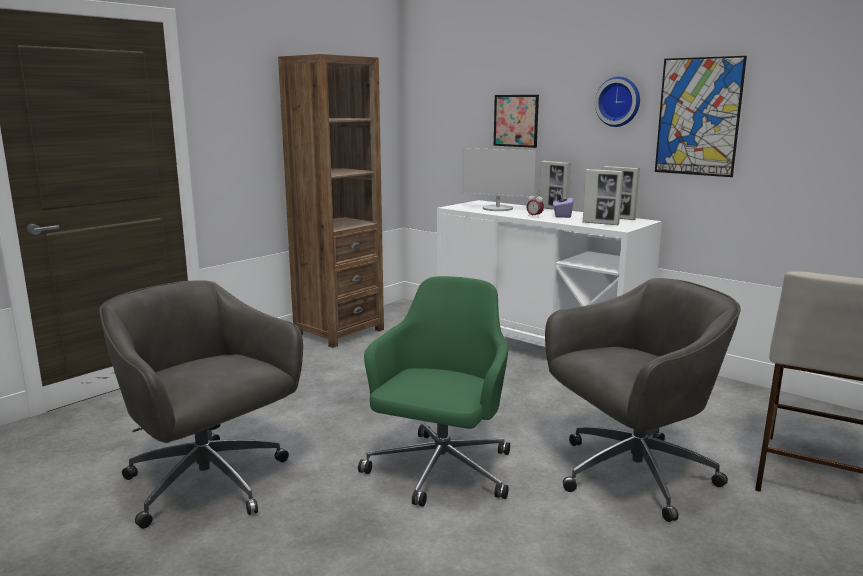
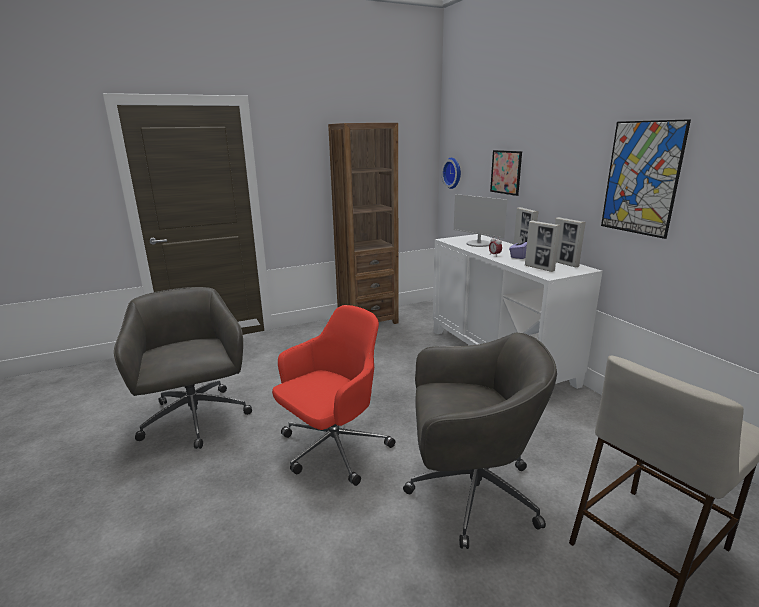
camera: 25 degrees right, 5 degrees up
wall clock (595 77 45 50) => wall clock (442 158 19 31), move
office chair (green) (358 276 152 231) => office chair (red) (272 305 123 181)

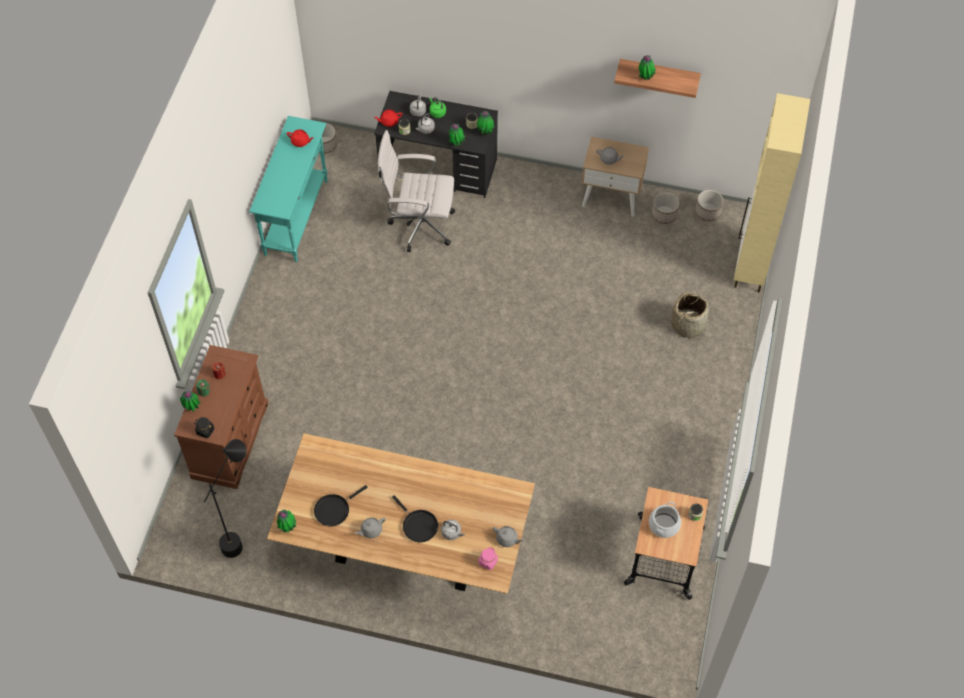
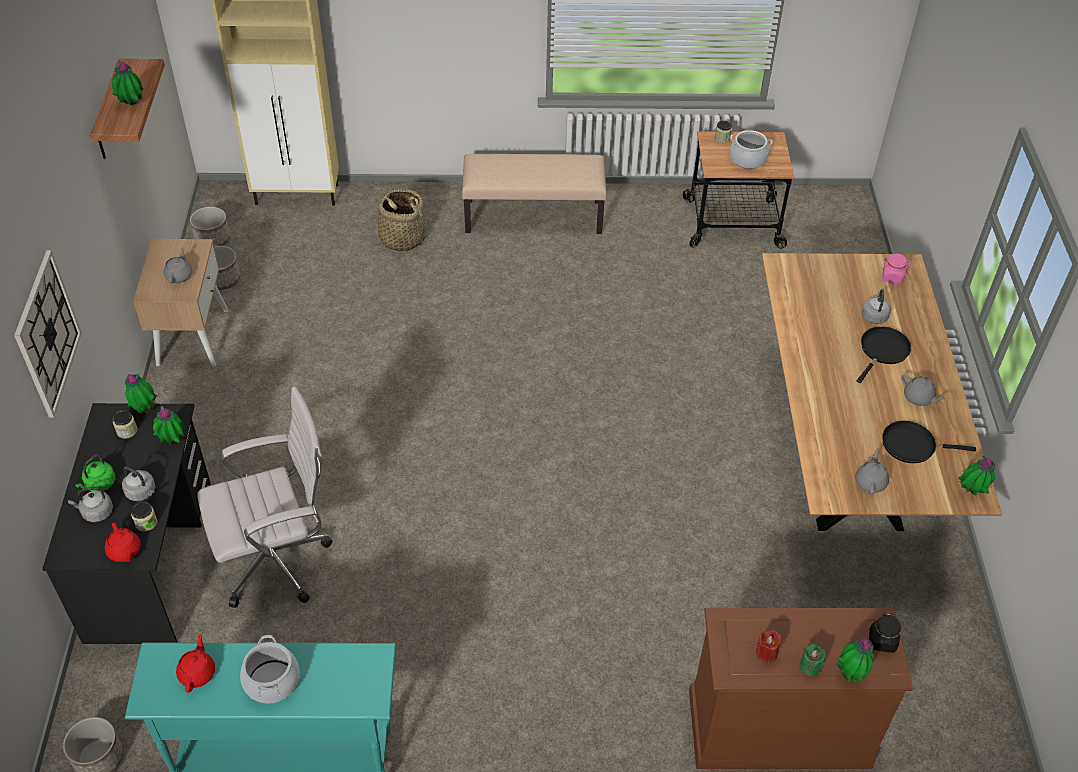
camera: 105 degrees left, 10 degrees down
office chair (white) (378 130 77 122) => office chair (white) (197 387 135 221), 105 degrees counterclockwise
floor lamp (black) (204 439 42 119) => nothing
frying pan (black) (314 485 54 42) => frying pan (black) (882 421 94 42), 150 degrees clockwise
teapot (grey) (493 526 31 21) => teapot (grey) (855 449 34 46), move
nothing => bench (beige) (462 154 145 80)
nothing => wall clock (14 250 68 168)
nothing => cooking pot (240 635 60 68)

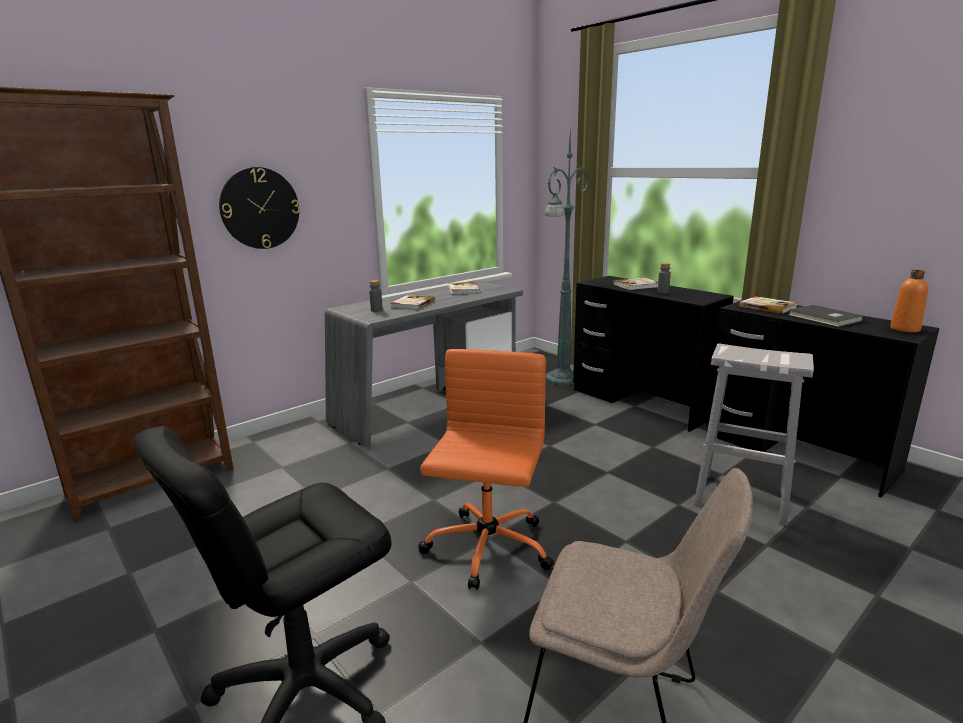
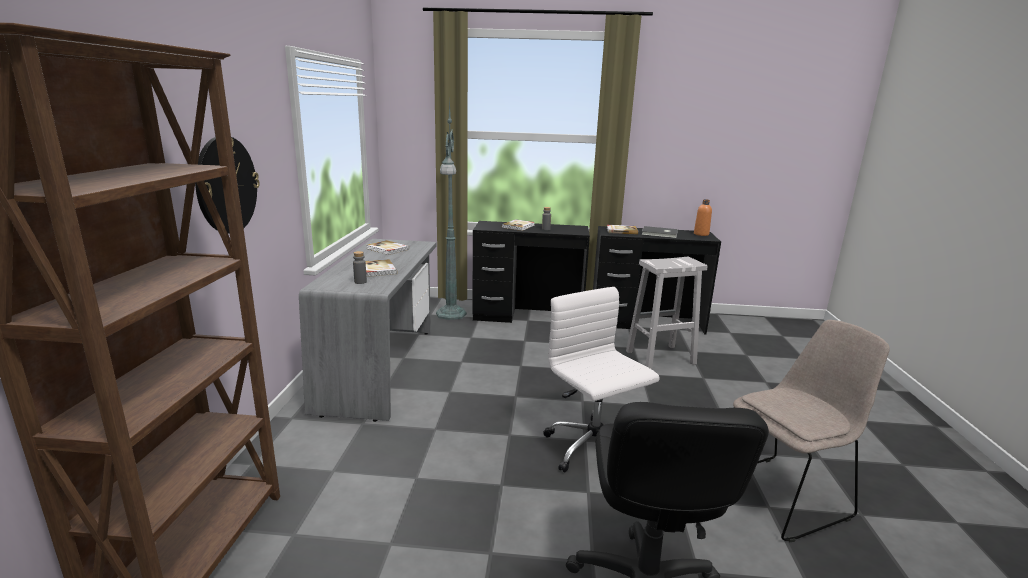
camera: 45 degrees left, 0 degrees up
office chair (orange) (418 349 136 241) => office chair (white) (544 287 116 185)

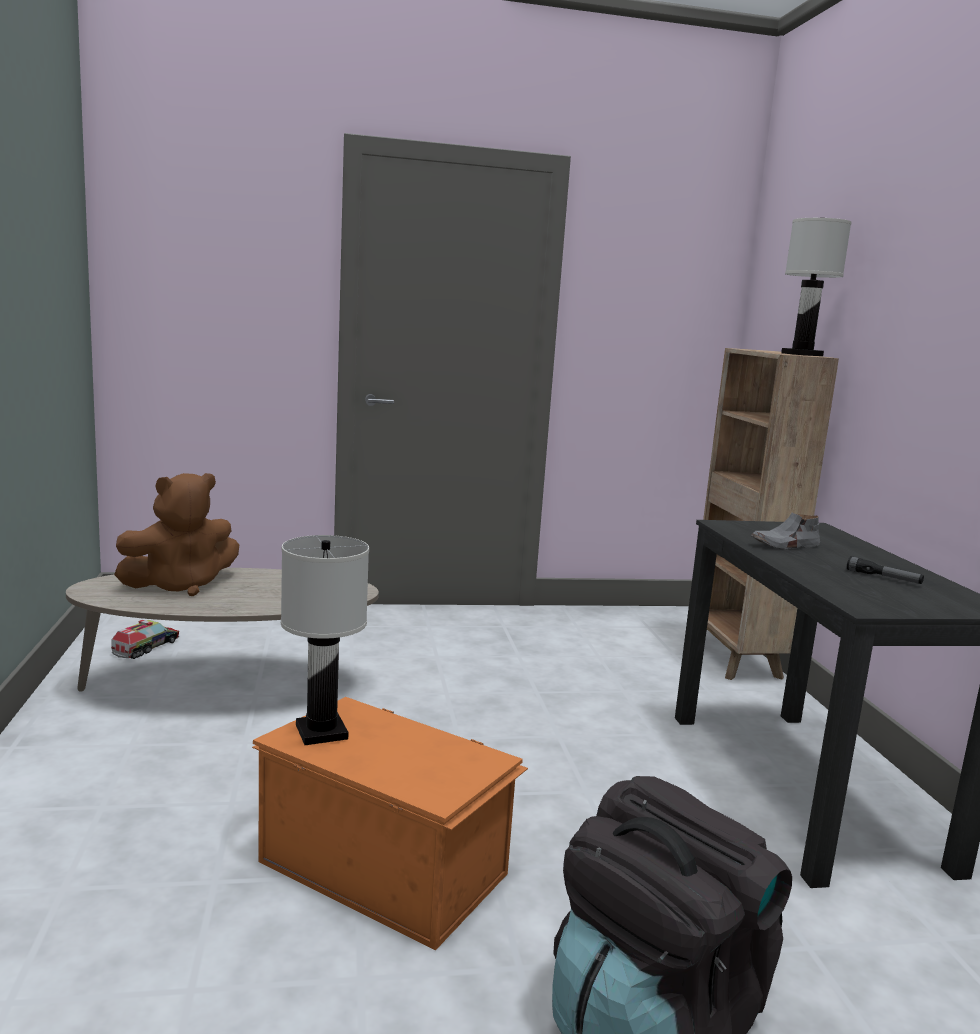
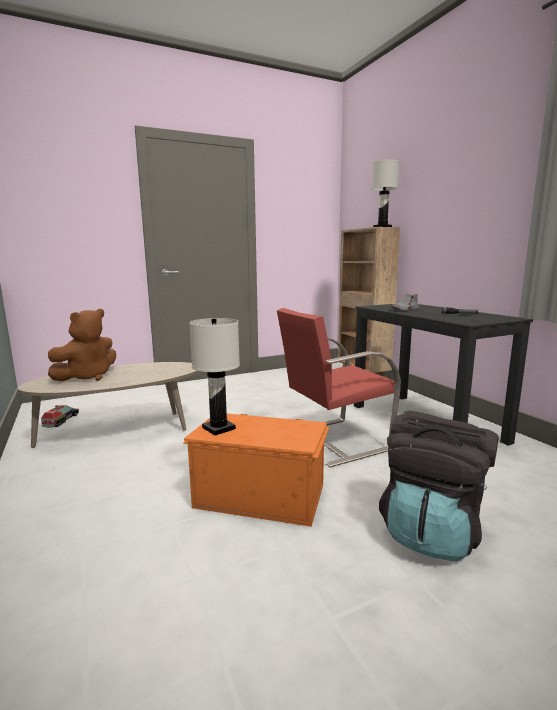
camera: 15 degrees left, 0 degrees up
nothing => chair (red) (277 308 124 159)

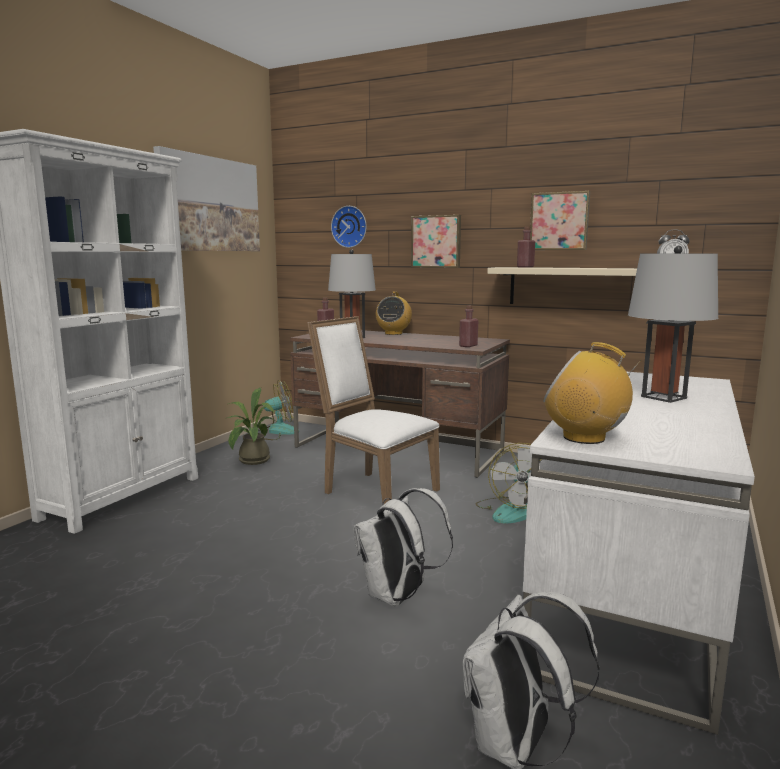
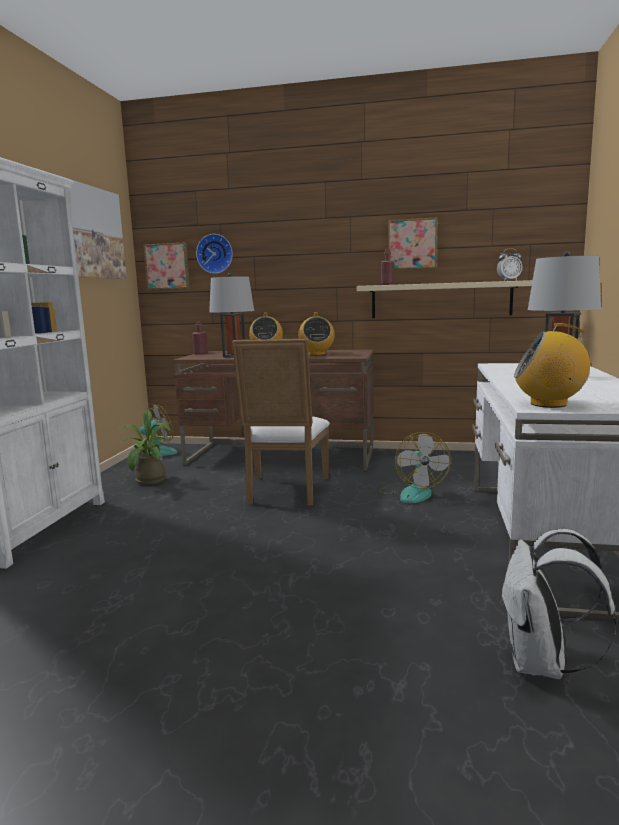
camera: 15 degrees left, 0 degrees up
picture (411 215 50 53) => picture (143 242 47 48), move
bottle (red) (459 306 19 41) => nothing
chair (white) (307 316 133 188) => chair (white) (232 339 98 167), 105 degrees counterclockwise
backpack (white) (353 488 100 118) => nothing
nothing => radio (298 312 37 43)

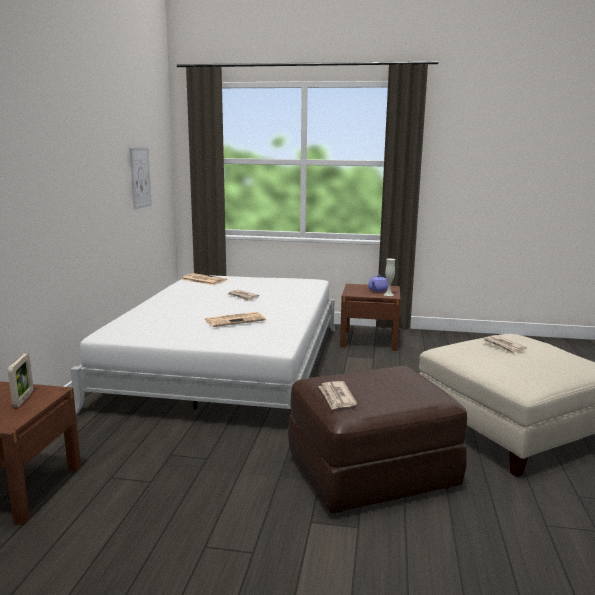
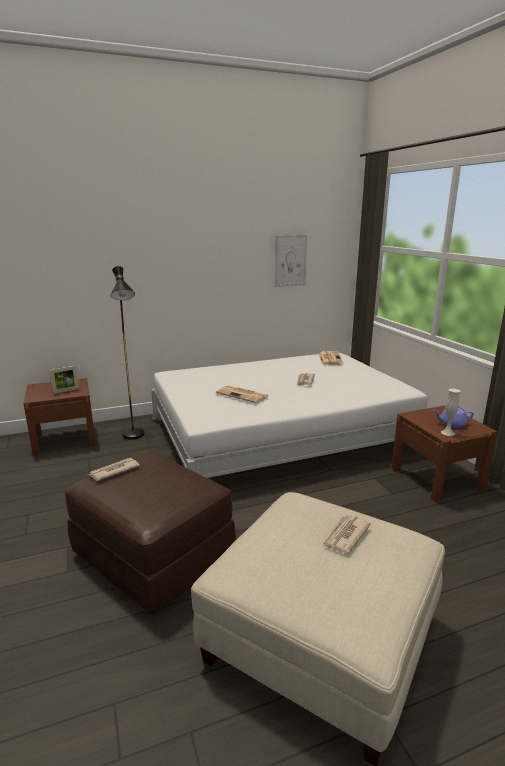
camera: 60 degrees right, 5 degrees up
nothing => floor lamp (black) (111 266 33 174)

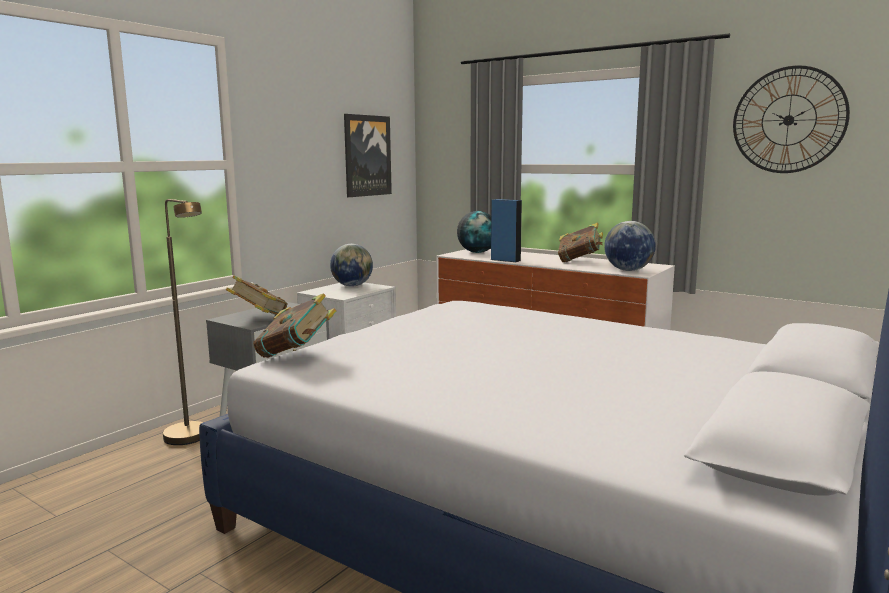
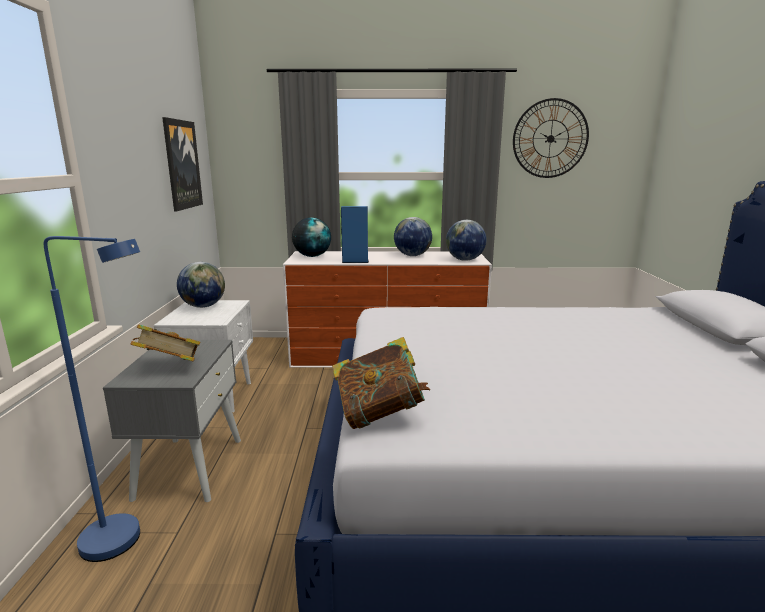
camera: 35 degrees left, 5 degrees up
floor lamp (brown) (163 199 40 246) => floor lamp (blue) (44 236 96 326)
book (558 223 45 39) => globe (394 217 38 39)

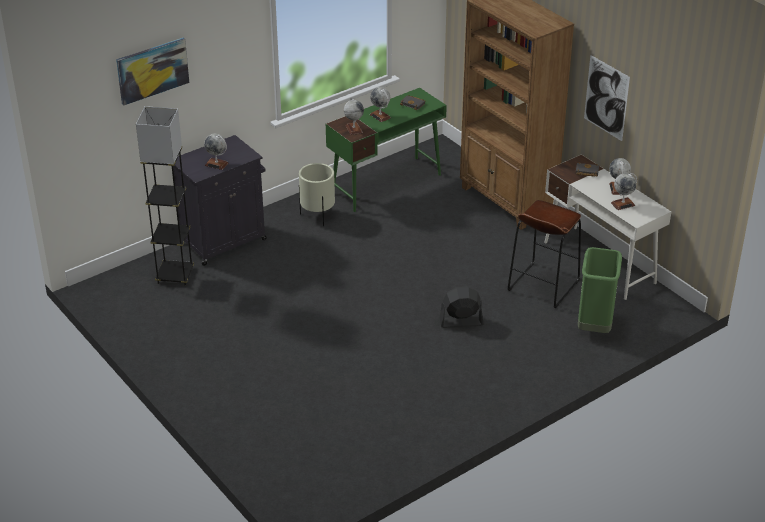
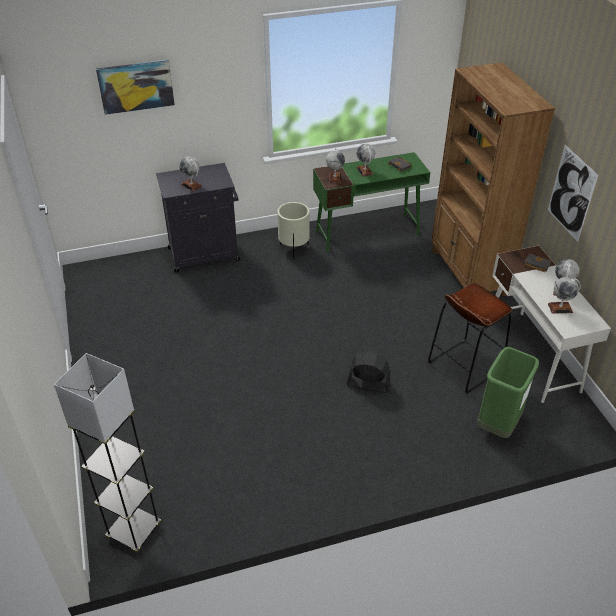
camera: 20 degrees right, 5 degrees up
floor lamp (grey) (136 106 58 180) => floor lamp (grey) (54 353 107 200), move

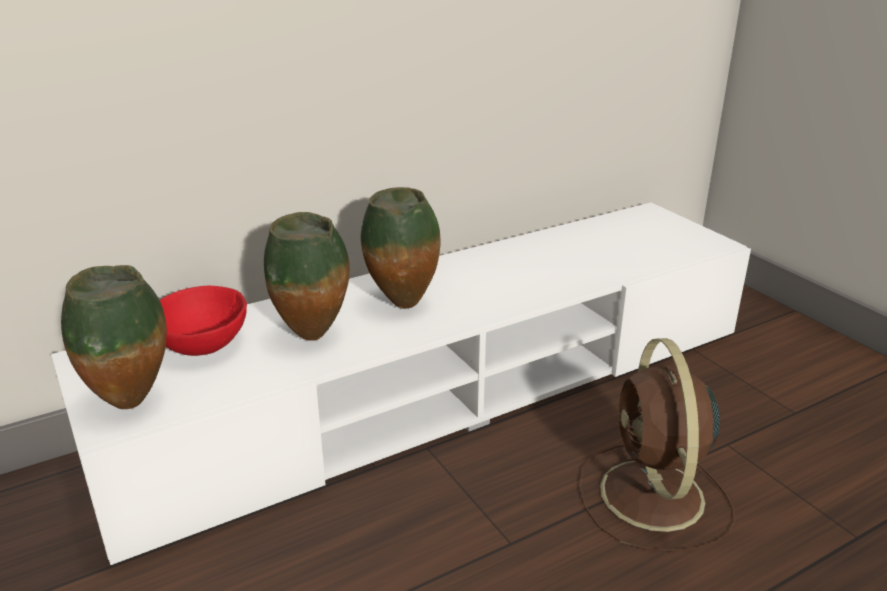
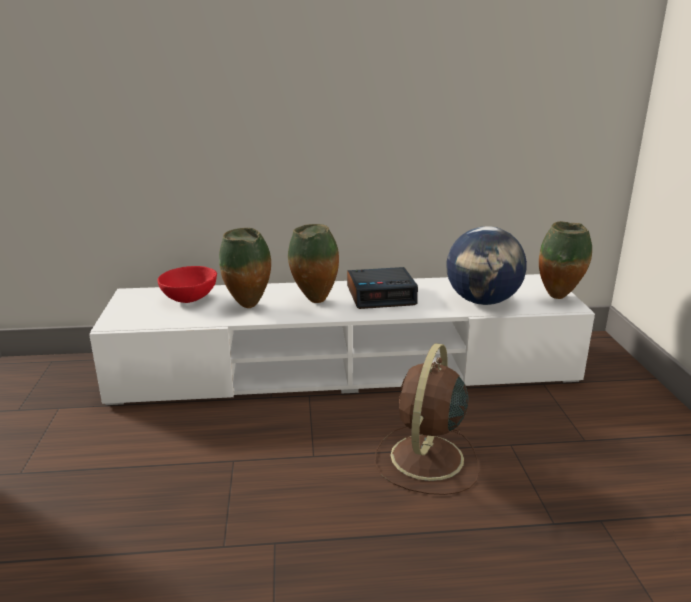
camera: 25 degrees right, 5 degrees down
vase (61 265 106 144) => vase (539 221 53 78), move
nothing => globe (446 226 81 79)
nothing => alarm clock (347 267 71 42)

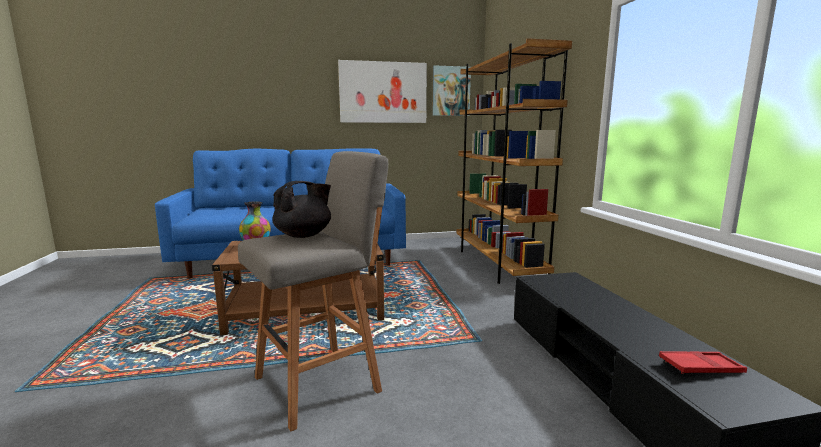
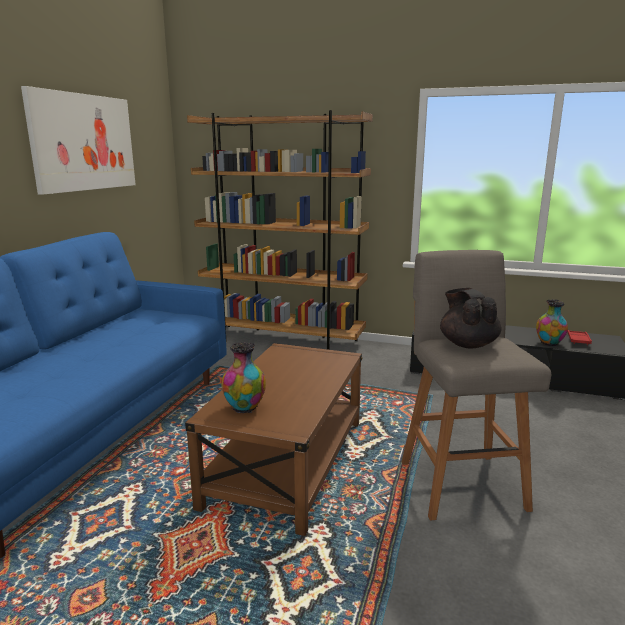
camera: 60 degrees left, 5 degrees up
picture (433 65 38 51) => nothing
nothing => vase (536 299 32 47)

